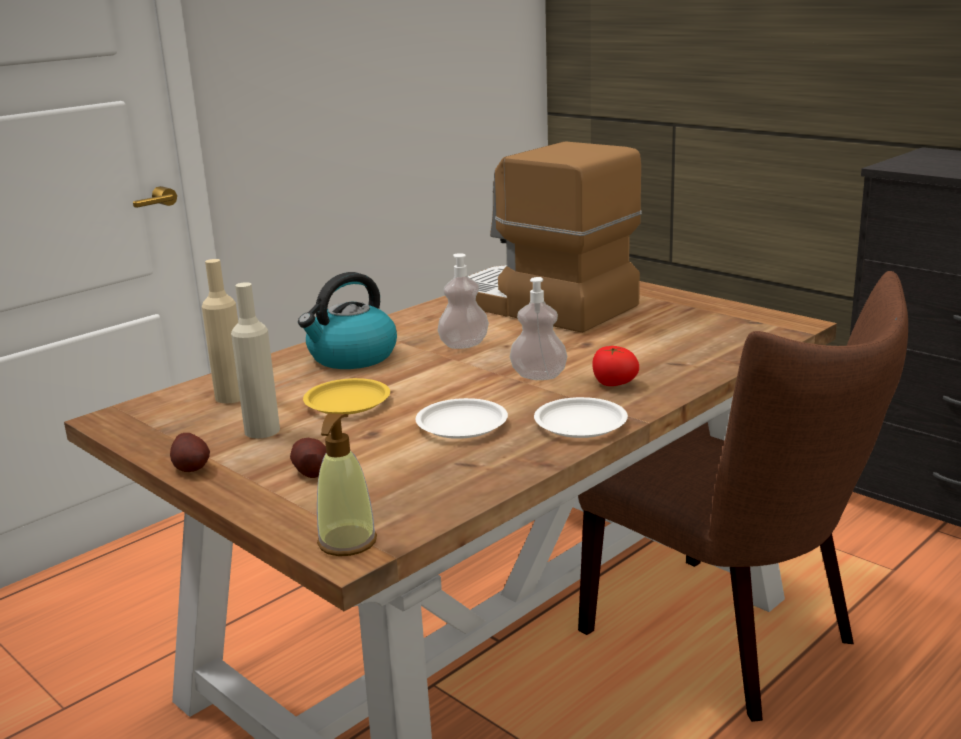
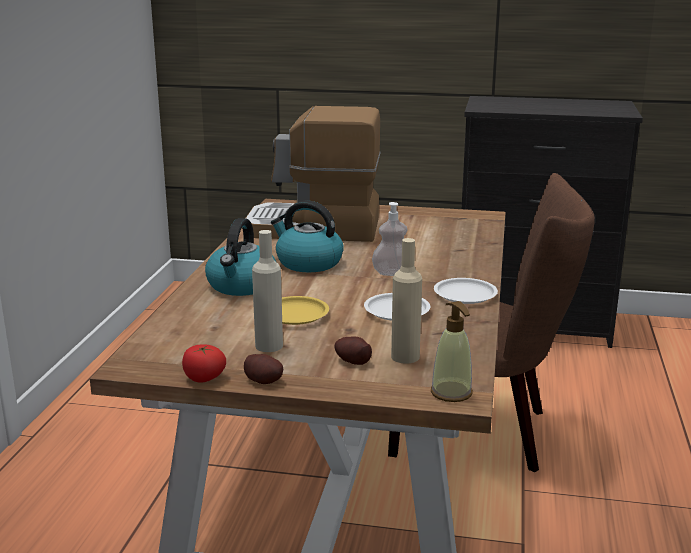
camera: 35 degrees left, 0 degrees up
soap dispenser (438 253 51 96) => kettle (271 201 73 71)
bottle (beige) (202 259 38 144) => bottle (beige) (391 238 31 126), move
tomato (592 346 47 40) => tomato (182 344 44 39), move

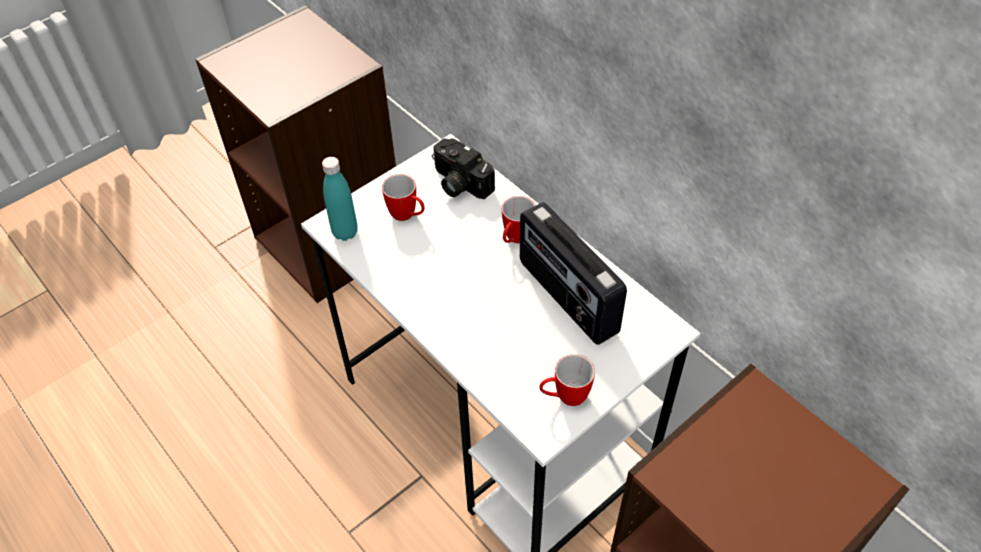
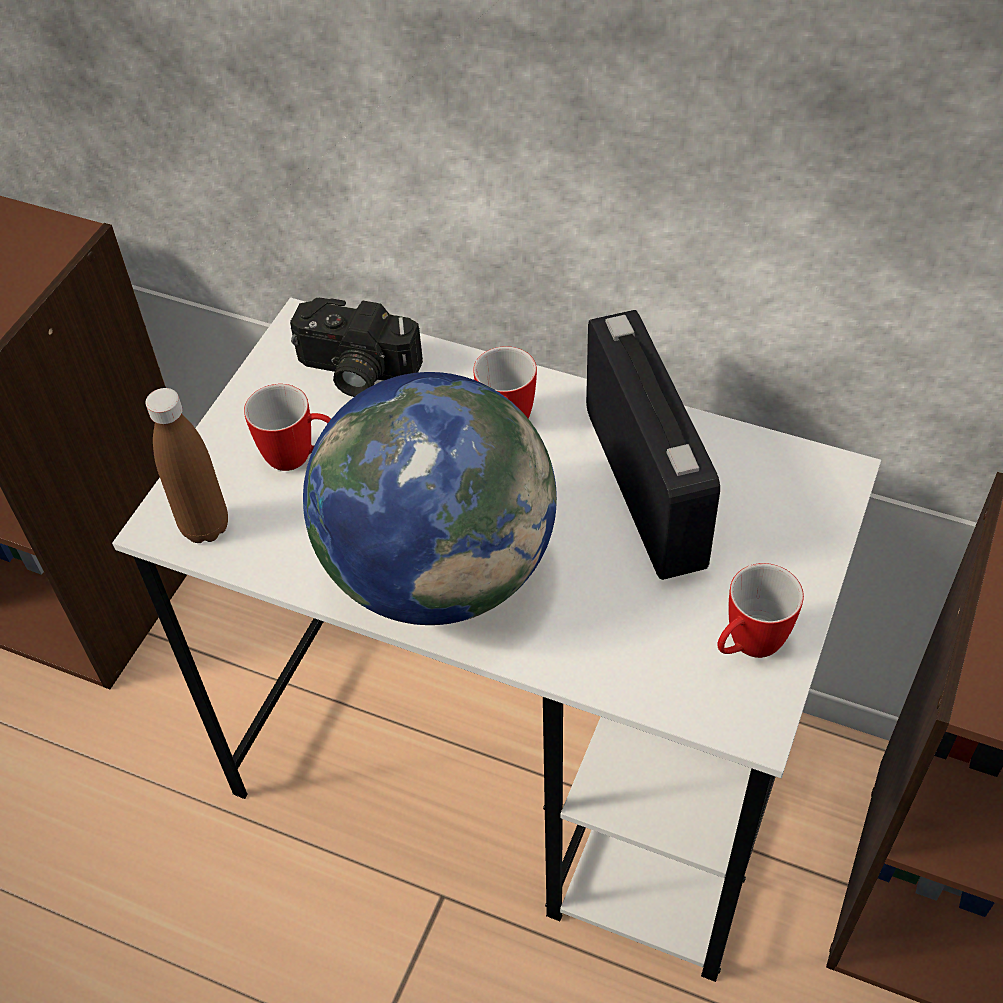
camera: 25 degrees left, 0 degrees up
bottle (turquoise) (322 157 36 84) => bottle (brown) (145 388 83 155)
radio (520 202 107 143) => radio (586 310 134 270), 135 degrees counterclockwise
nothing => globe (303 372 254 253)

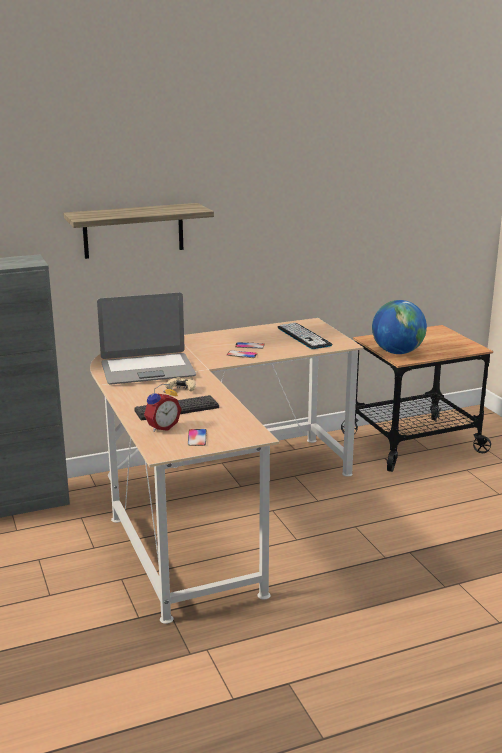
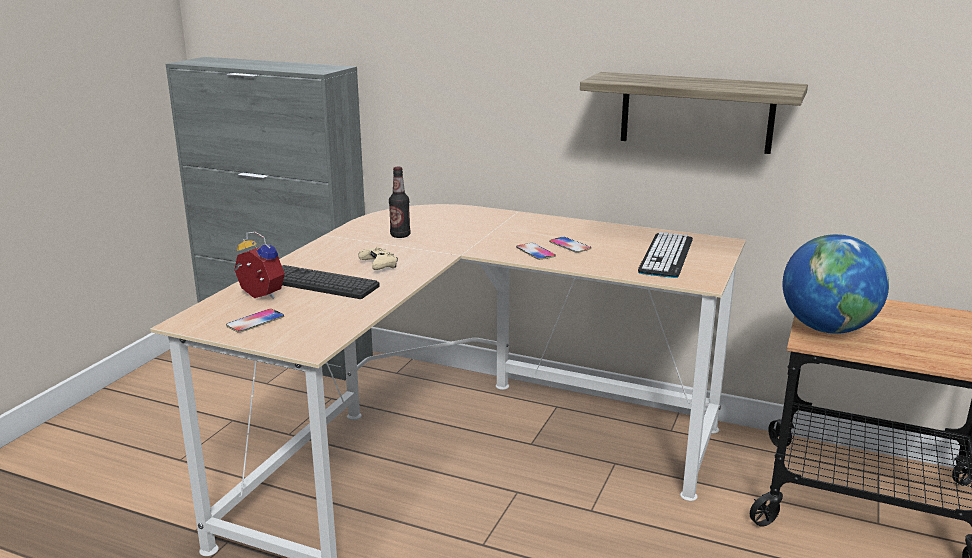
camera: 45 degrees right, 0 degrees up
shelf (63 203 151 56) => shelf (580 72 228 82), move
laptop (97 292 99 92) => bottle (389 167 21 71)
alarm clock (144 384 38 48) => alarm clock (234 232 51 67), 150 degrees counterclockwise

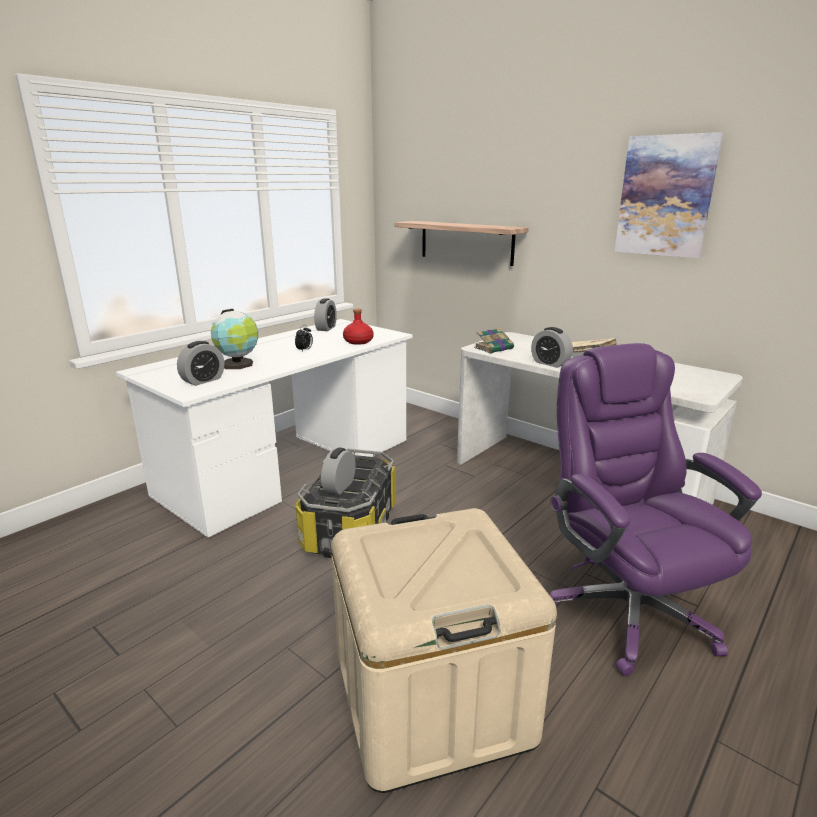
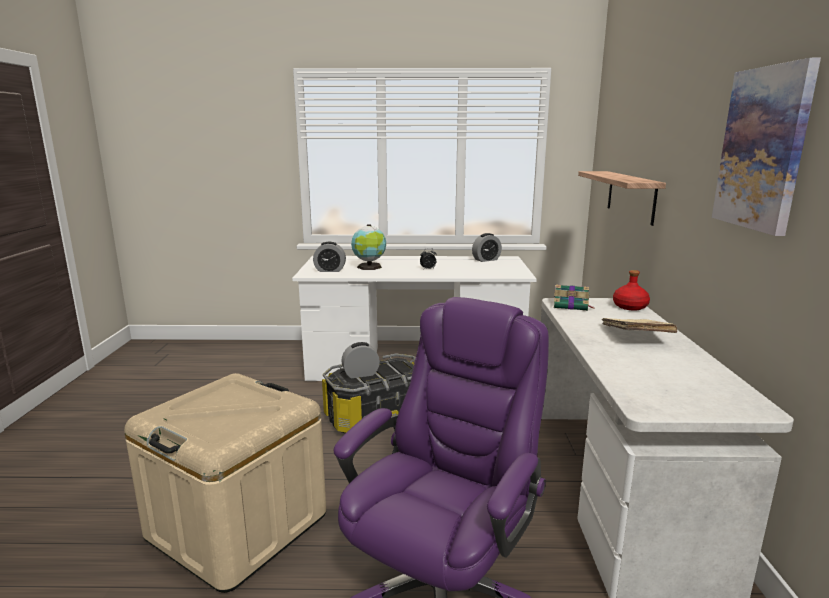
camera: 50 degrees right, 5 degrees down
bottle (red) (343 309 31 36) => bottle (red) (613 270 37 40), move
alarm clock (531 327 42 41) => nothing

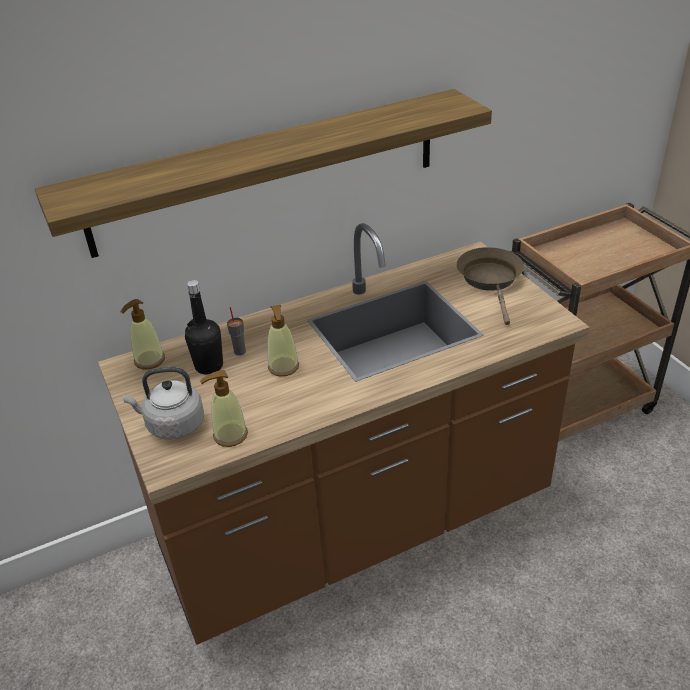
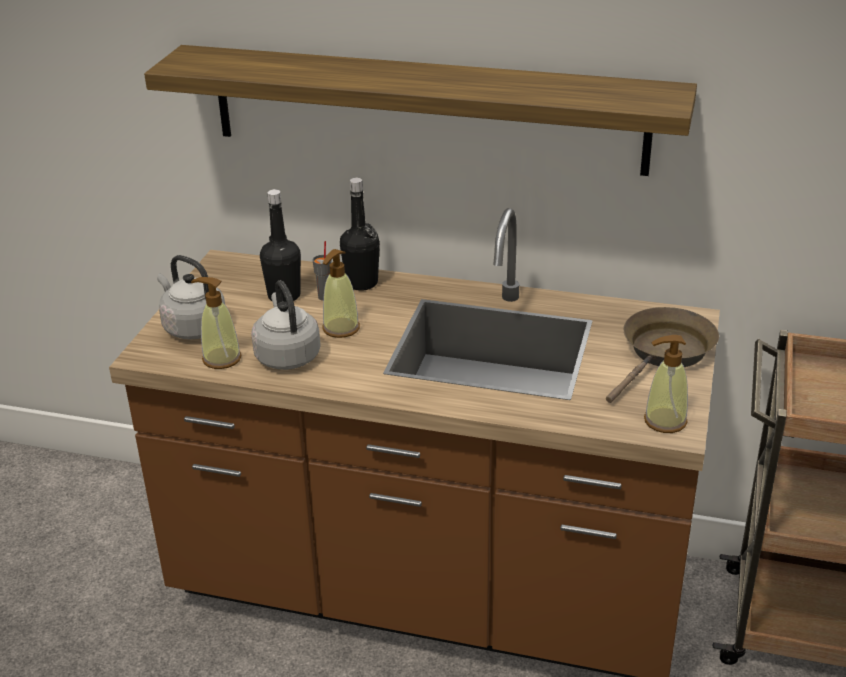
camera: 40 degrees right, 5 degrees down
soap dispenser (120 299 45 71) => soap dispenser (644 335 44 98), move
nothing => bottle (black) (340 178 40 113)
nothing => kettle (grey) (251 280 70 90)

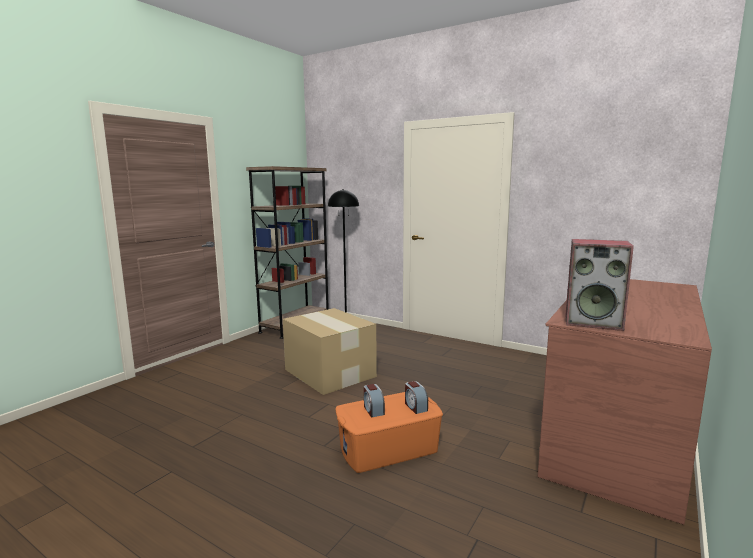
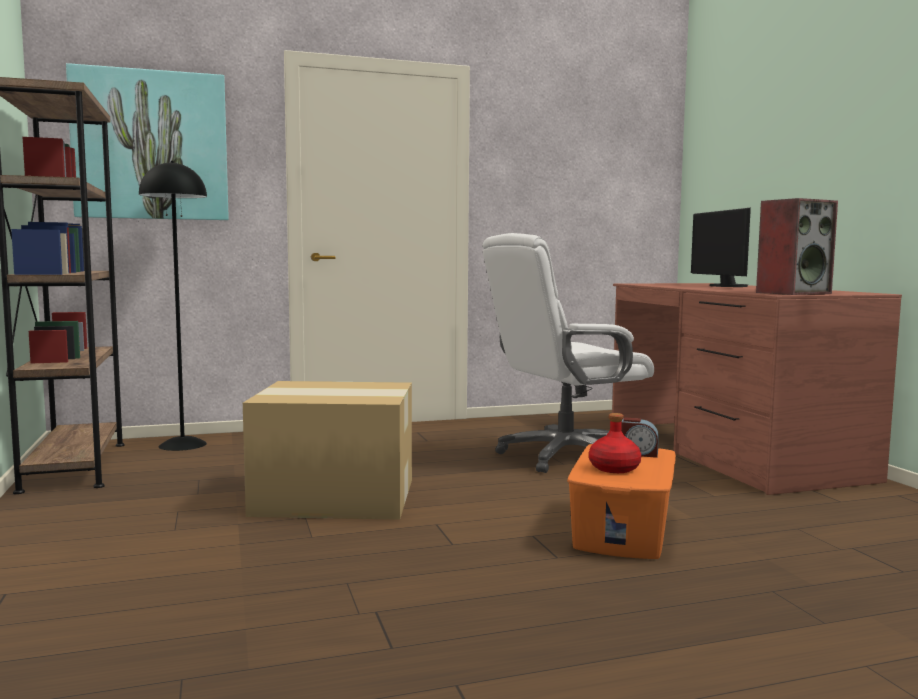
camera: 50 degrees left, 5 degrees down
alarm clock (364 384 21 33) => bottle (red) (589 413 52 60)
nothing => picture (66 63 163 157)
nothing => monitor (691 208 60 79)
nothing => office chair (white) (482 233 172 240)

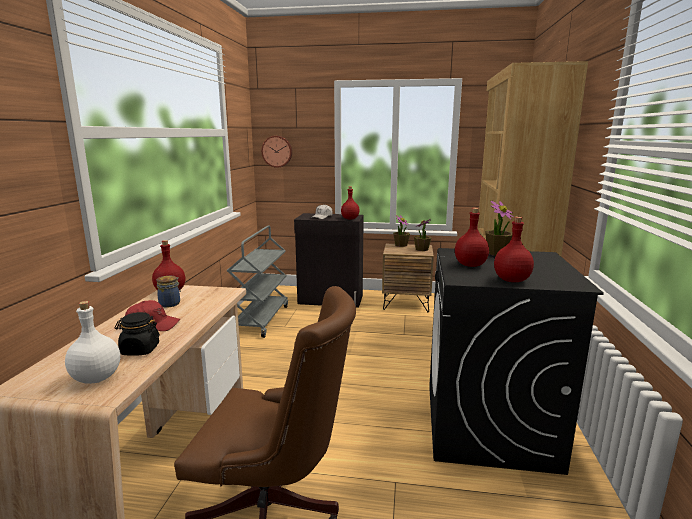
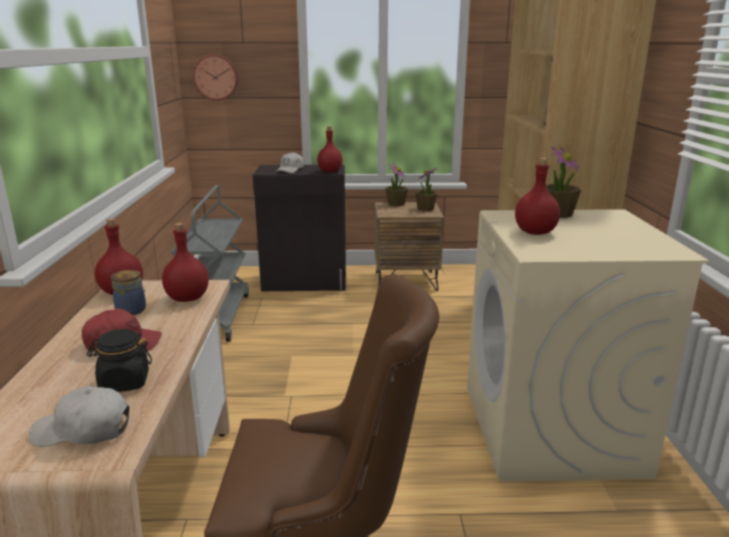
camera: 10 degrees left, 5 degrees up
bottle (red) (494 217 40 65) => bottle (red) (162 223 47 79), move
washing machine (black) (429 248 175 227) => washing machine (beige) (467 209 242 273)
bottle (white) (65 301 55 83) => cap (white) (29 385 100 62)

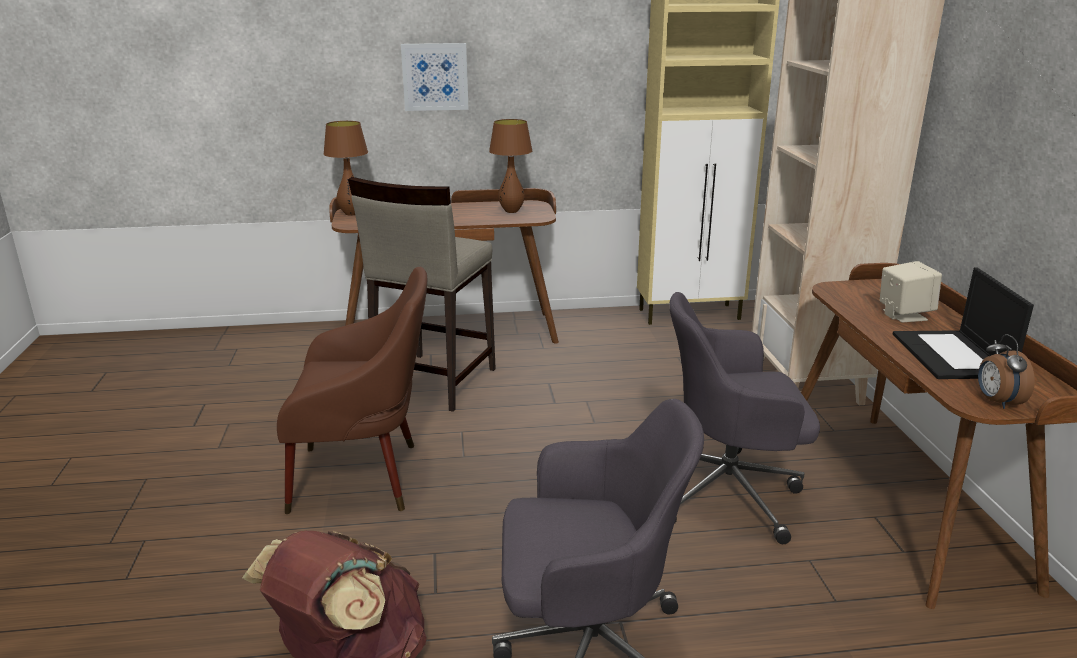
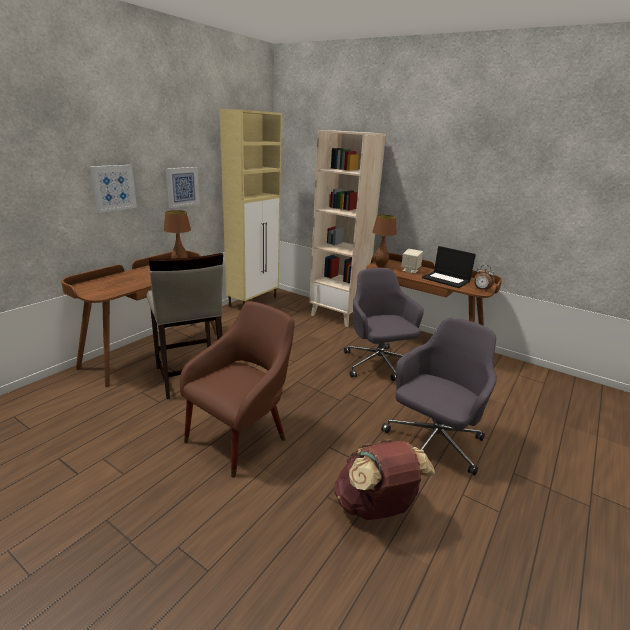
camera: 50 degrees left, 0 degrees up
table lamp (brown) (323 121 45 95) => table lamp (brown) (372 215 25 52), move
office chair (grey) (669 292 151 252) => office chair (grey) (344 268 80 113), 120 degrees clockwise
nothing => picture (166 167 34 41)

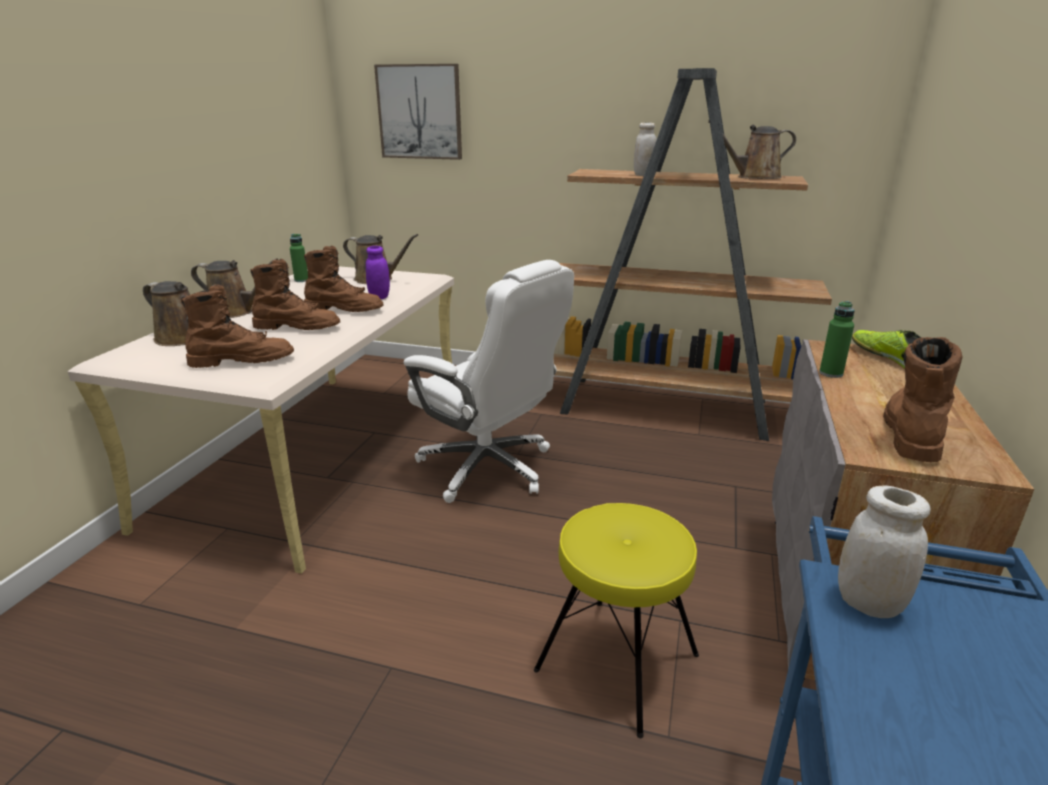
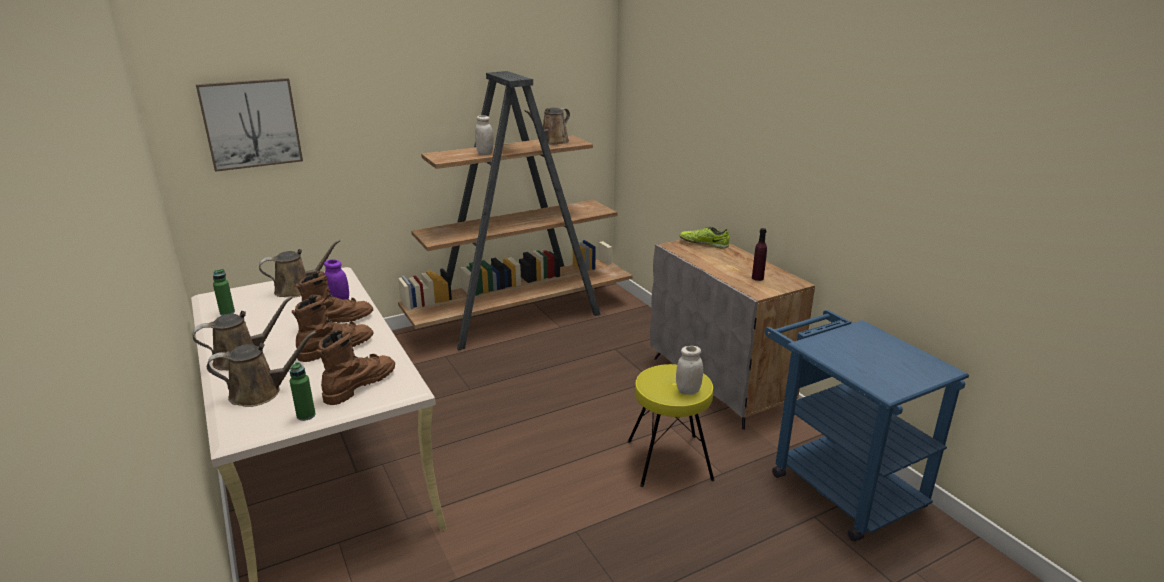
camera: 45 degrees left, 0 degrees up
office chair (white) (403 260 171 243) => nothing
bottle (green) (819 301 36 77) => bottle (green) (290 362 26 59), move
boot (brown) (883 337 80 125) => bottle (purple) (752 228 15 53)
jar (white) (838 486 93 132) => jar (white) (676 346 27 49), move

